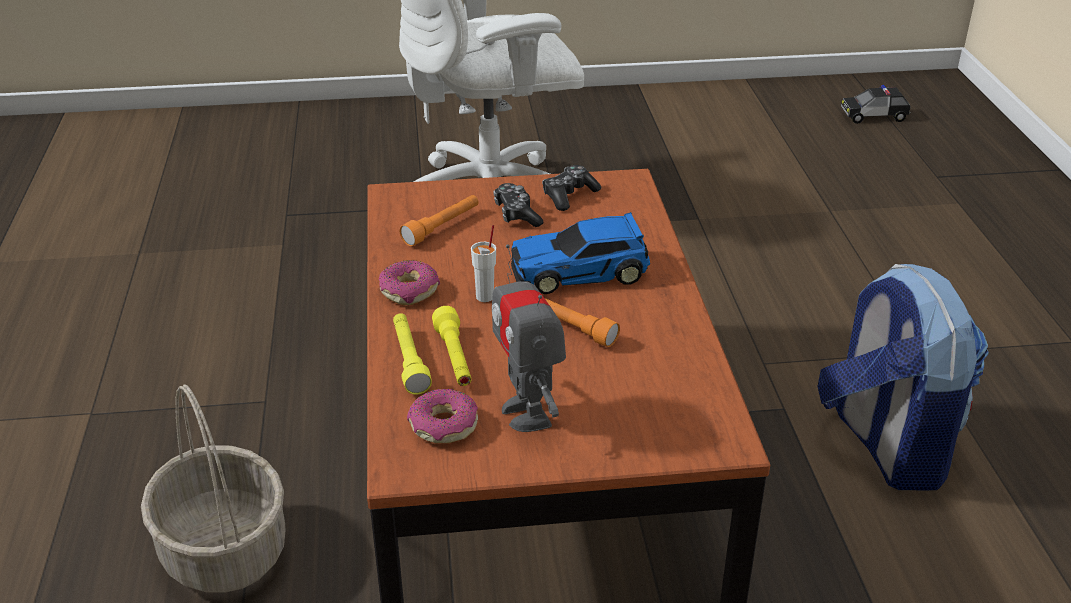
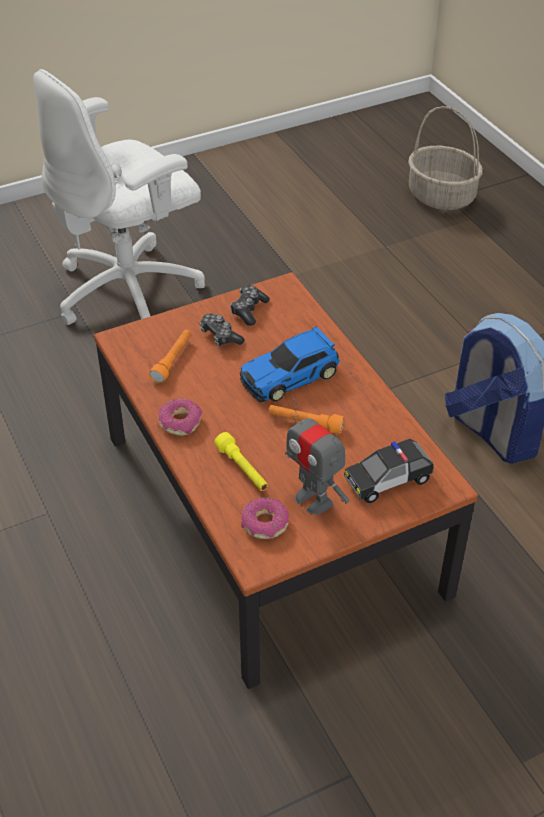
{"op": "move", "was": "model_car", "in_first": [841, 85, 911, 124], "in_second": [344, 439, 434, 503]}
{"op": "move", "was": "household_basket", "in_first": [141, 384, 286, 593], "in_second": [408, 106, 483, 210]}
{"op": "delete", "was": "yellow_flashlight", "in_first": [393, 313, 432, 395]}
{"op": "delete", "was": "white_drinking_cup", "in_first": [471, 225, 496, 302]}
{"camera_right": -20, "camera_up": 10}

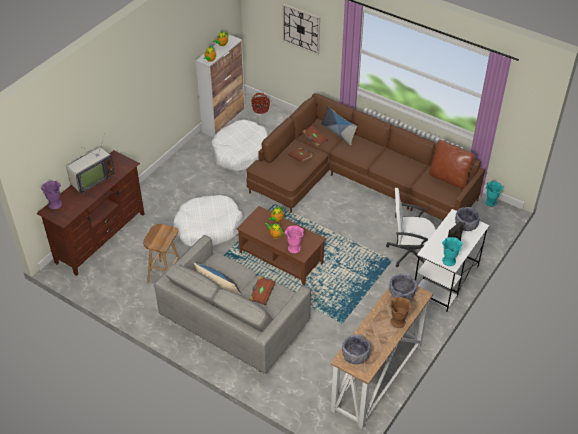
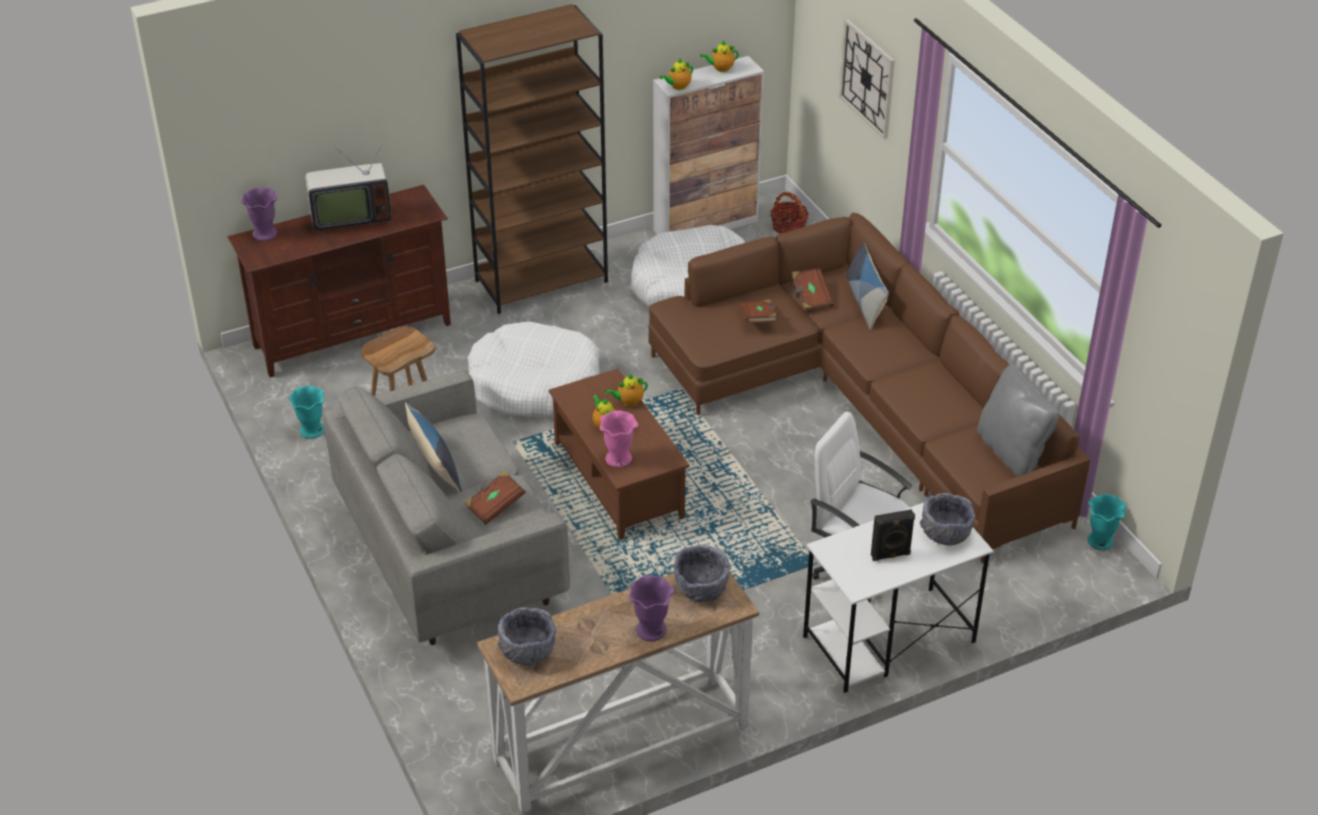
{"op": "move", "was": "blue-green_vase", "in_first": [442, 237, 463, 266], "in_second": [288, 386, 324, 439]}
{"op": "insert", "now": "brownish_bookcase", "in_second": [456, 4, 608, 314]}
{"op": "recolor", "was": "brownish_vase", "now": "purple_vase", "in_first": [389, 297, 412, 328], "in_second": [629, 575, 675, 642]}
{"op": "recolor", "was": "brownish_throw_pillow", "now": "grey_throw_pillow", "in_first": [429, 140, 475, 189], "in_second": [977, 364, 1060, 476]}
{"camera_right": 30, "camera_up": -5}

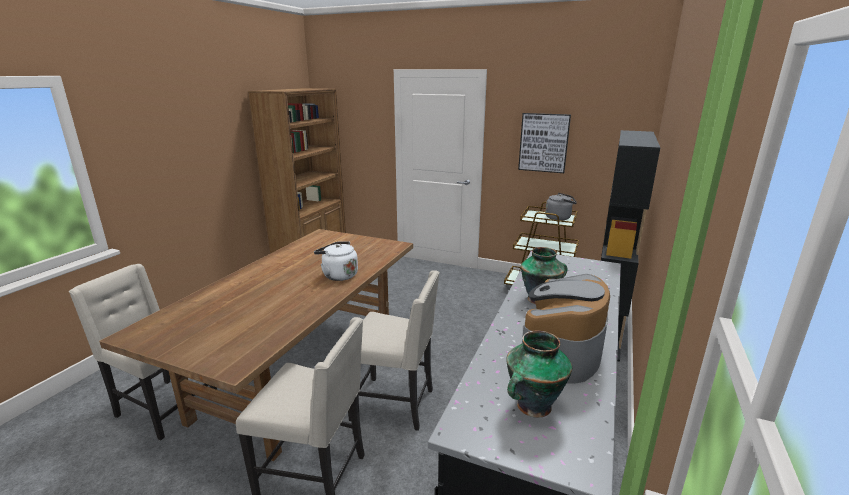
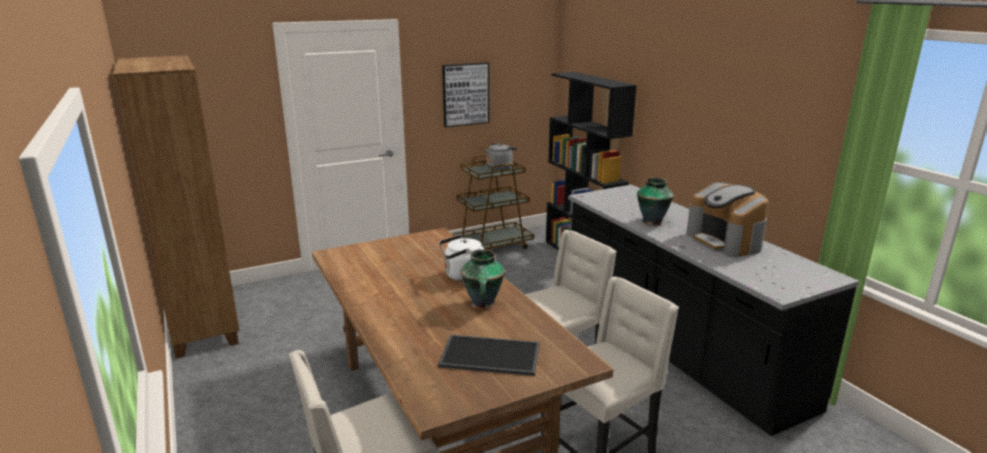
{"op": "insert", "now": "serving_tray", "in_second": [438, 335, 540, 376]}
{"op": "move", "was": "vase", "in_first": [506, 331, 572, 418], "in_second": [461, 249, 505, 309]}
{"camera_right": -50, "camera_up": 0}

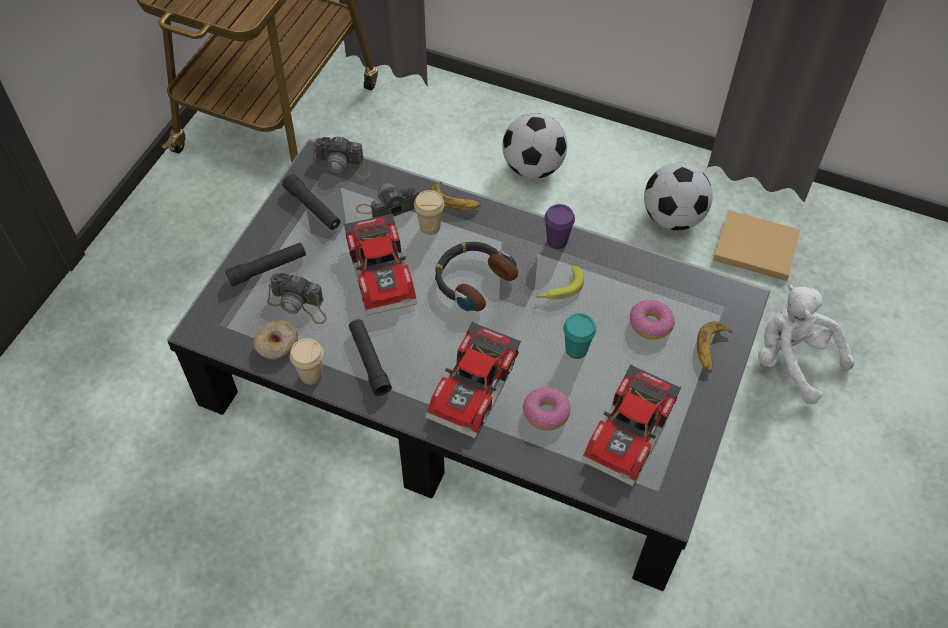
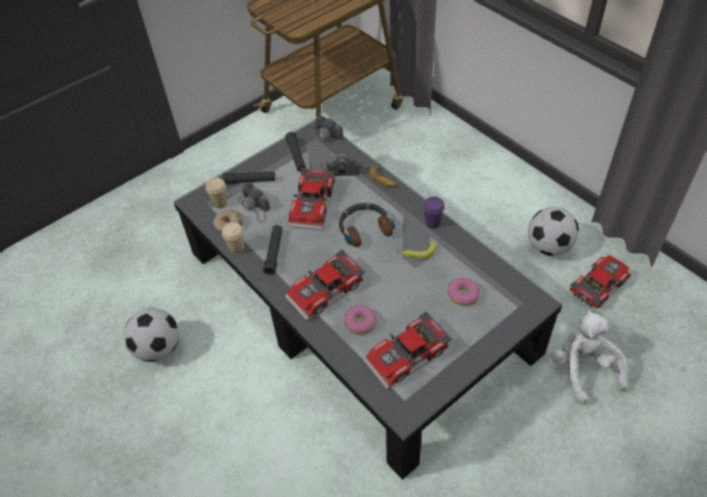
{"op": "move", "was": "ball_for_football", "in_first": [502, 113, 567, 179], "in_second": [124, 308, 179, 362]}
{"op": "move", "was": "beige-coloured_drinking_cup", "in_first": [414, 190, 444, 235], "in_second": [206, 177, 227, 208]}
{"op": "replace", "was": "beige-coloured_volume", "now": "model_car", "in_first": [713, 210, 800, 281], "in_second": [570, 255, 632, 308]}
{"op": "delete", "was": "blue-green_drinking_cup", "in_first": [563, 313, 596, 359]}
{"op": "delete", "was": "banana", "in_first": [697, 321, 732, 373]}
{"camera_right": 30, "camera_up": -5}

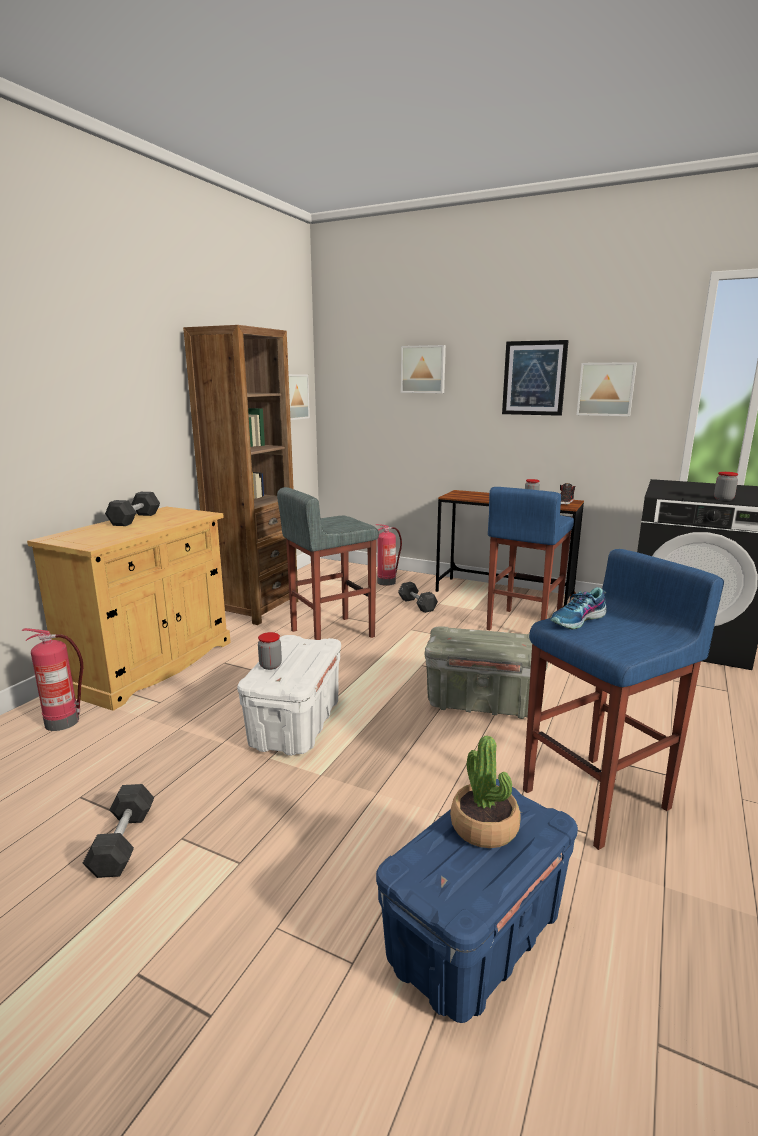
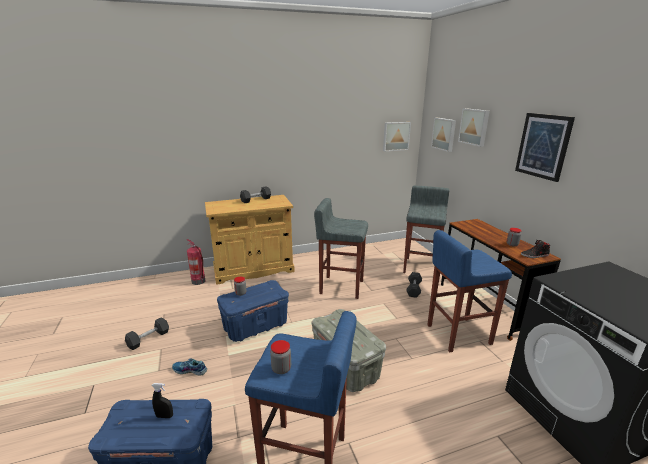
{"op": "replace", "was": "plant_in_a_pot", "now": "black-coloured_spray_bottle", "in_first": [450, 735, 521, 848], "in_second": [151, 383, 173, 418]}
{"op": "move", "was": "low_shoe", "in_first": [550, 587, 606, 629], "in_second": [172, 358, 207, 376]}
{"op": "recolor", "was": "white_storage_container", "now": "blue-coloured_storage_container", "in_first": [237, 635, 341, 756], "in_second": [217, 280, 289, 342]}
{"op": "move", "was": "jar", "in_first": [714, 472, 738, 501], "in_second": [270, 340, 291, 374]}
{"op": "replace", "was": "fire-fighting_cylinder", "now": "grey_stool", "in_first": [376, 524, 402, 586], "in_second": [403, 186, 449, 273]}
{"op": "move", "was": "picture", "in_first": [577, 362, 637, 416], "in_second": [431, 118, 456, 152]}
{"op": "delete", "was": "brownish_bookcase", "in_first": [183, 325, 298, 625]}
{"camera_right": 45, "camera_up": 5}

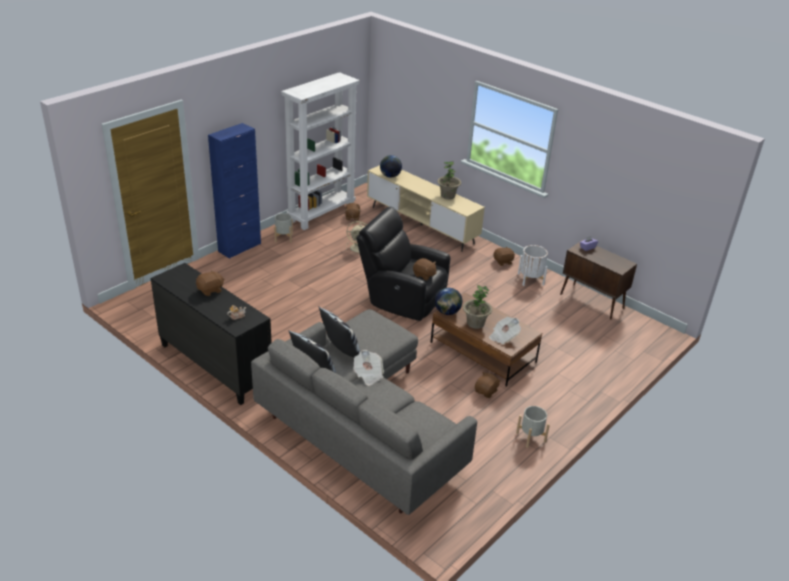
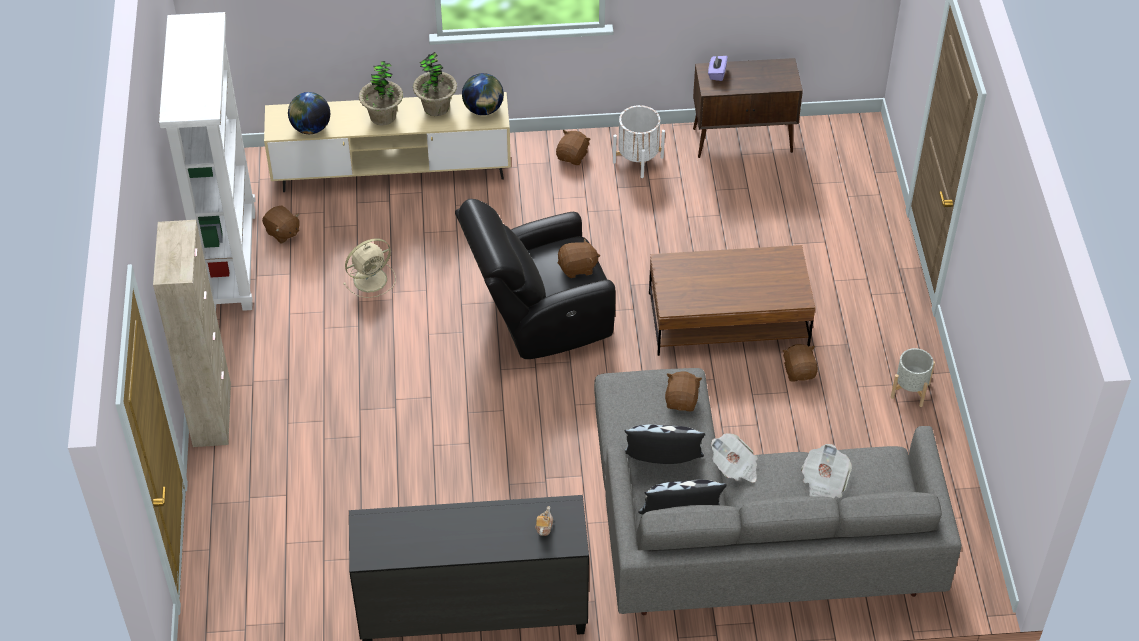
{"op": "recolor", "was": "blue-coloured_cupboard", "now": "beige-coloured_cupboard", "in_first": [208, 123, 261, 259], "in_second": [153, 220, 231, 447]}
{"op": "move", "was": "plant_in_a_pot", "in_first": [463, 285, 492, 329], "in_second": [359, 61, 403, 126]}
{"op": "move", "was": "globe", "in_first": [435, 288, 462, 315], "in_second": [462, 73, 504, 115]}
{"op": "move", "was": "brownish_soft_toy", "in_first": [196, 270, 224, 296], "in_second": [665, 371, 702, 412]}
{"op": "move", "was": "newspaper", "in_first": [489, 317, 521, 344], "in_second": [801, 444, 852, 498]}
{"op": "delete", "was": "grey_flower_pot", "in_first": [274, 213, 293, 243]}
{"camera_right": -45, "camera_up": 15}

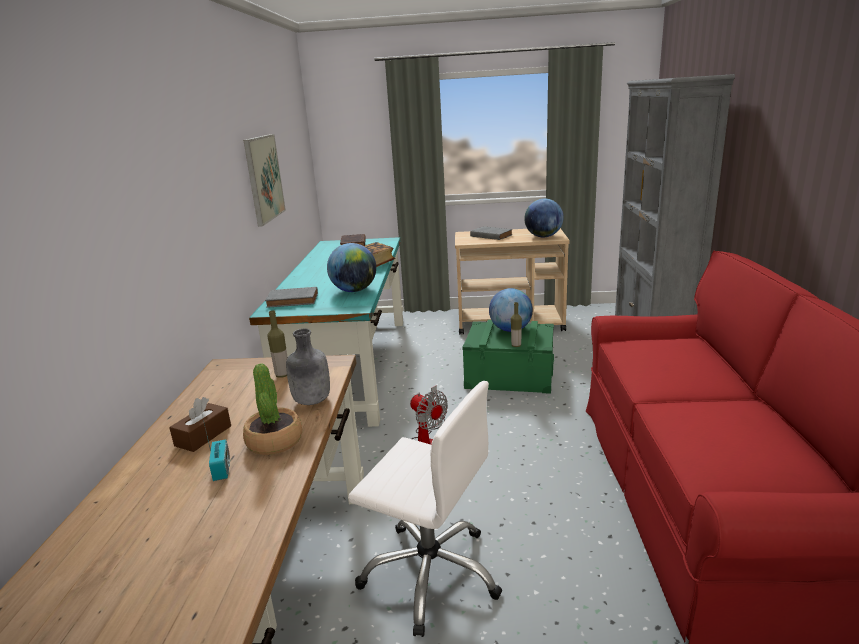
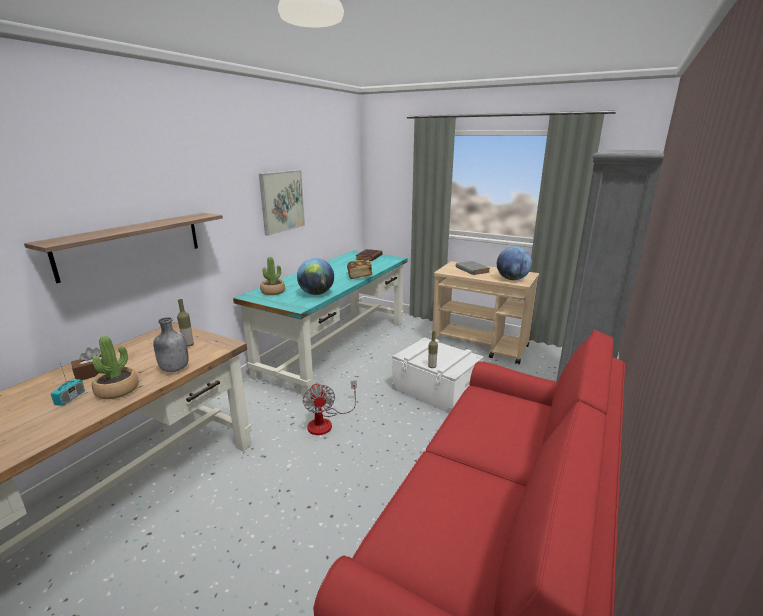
{"op": "insert", "now": "shelf", "in_second": [24, 213, 223, 283]}
{"op": "replace", "was": "grey_volume", "now": "plant_in_a_pot", "in_first": [265, 287, 318, 308], "in_second": [260, 257, 285, 295]}
{"op": "recolor", "was": "green_storage_container", "now": "white_storage_container", "in_first": [462, 320, 554, 394], "in_second": [392, 337, 484, 413]}
{"op": "delete", "was": "white_computer_chair", "in_first": [348, 381, 502, 637]}
{"op": "delete", "was": "globe", "in_first": [489, 288, 533, 332]}
{"camera_right": 25, "camera_up": 0}

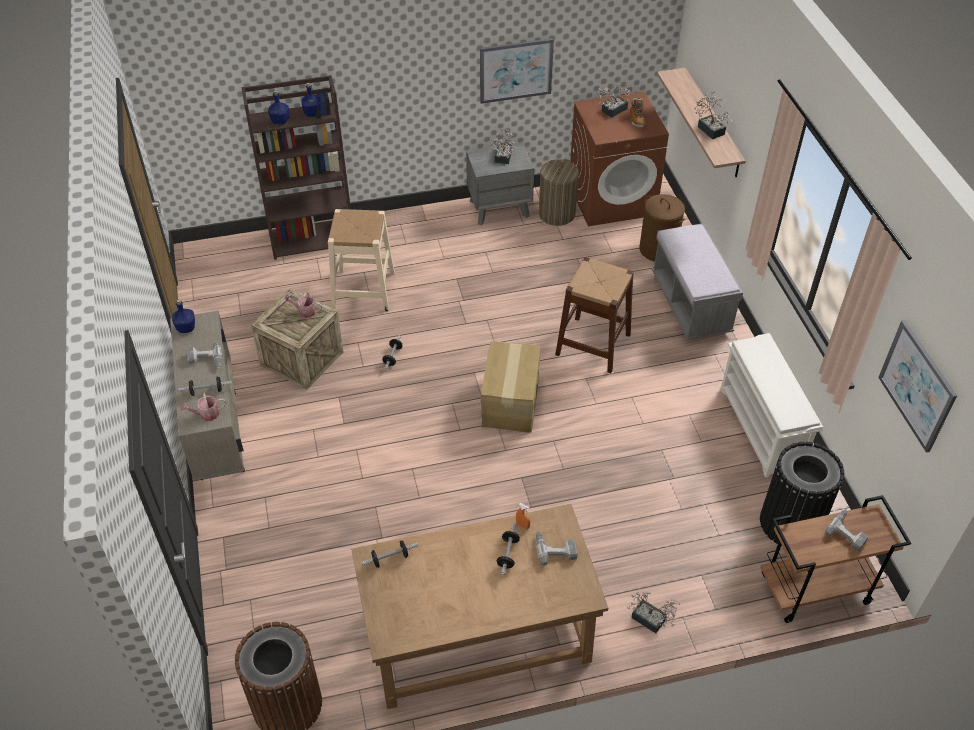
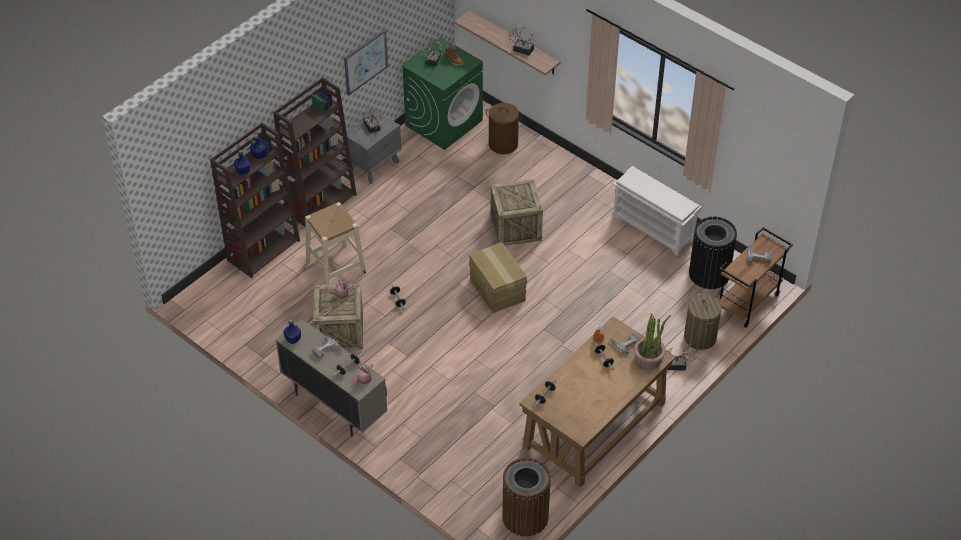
{"op": "insert", "now": "brownish_bookcase", "in_second": [273, 77, 357, 227]}
{"op": "recolor", "was": "brownish_laundry_machine", "now": "green_laundry_machine", "in_first": [570, 91, 669, 226], "in_second": [401, 37, 483, 150]}
{"op": "replace", "was": "brownish_stool", "now": "packing_crate", "in_first": [555, 257, 634, 373], "in_second": [491, 179, 543, 246]}
{"op": "insert", "now": "plant_in_a_pot", "in_second": [634, 313, 671, 369]}
{"op": "move", "was": "laundry_basket", "in_first": [539, 159, 579, 226], "in_second": [684, 293, 722, 350]}
{"op": "delete", "was": "grey_bench", "in_first": [652, 223, 743, 340]}
{"op": "delete", "was": "picture", "in_first": [878, 320, 957, 453]}
{"camera_right": -35, "camera_up": 0}

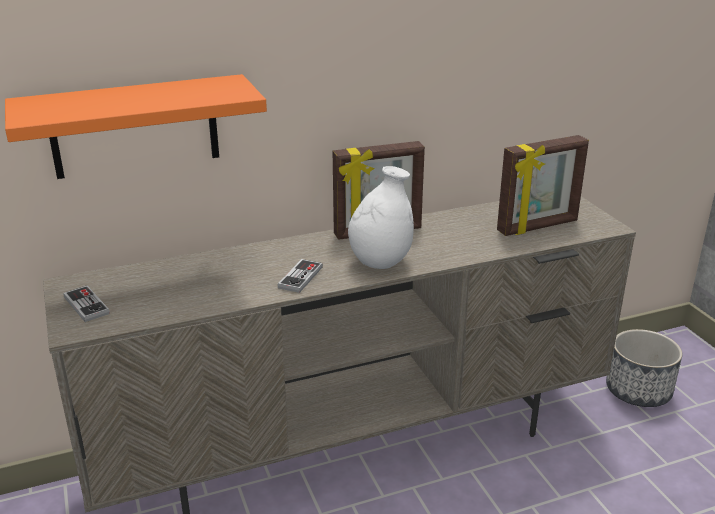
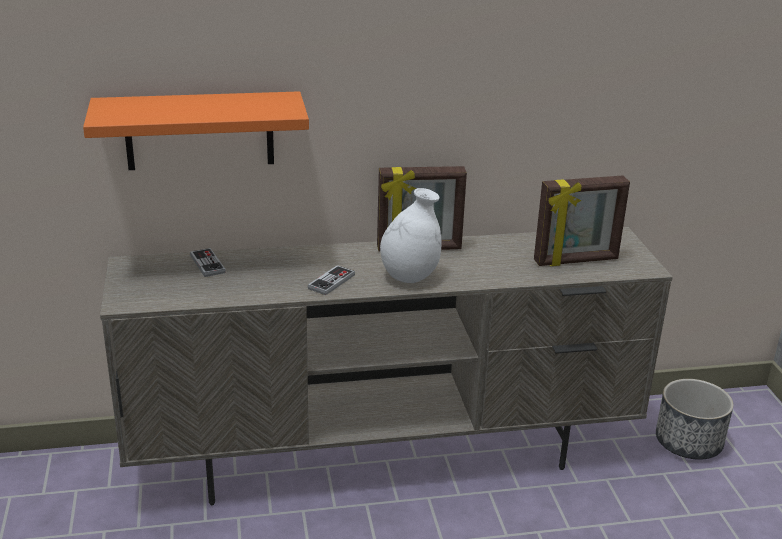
{"op": "move", "was": "joypad", "in_first": [63, 285, 110, 322], "in_second": [190, 248, 226, 277]}
{"camera_right": 10, "camera_up": 0}

